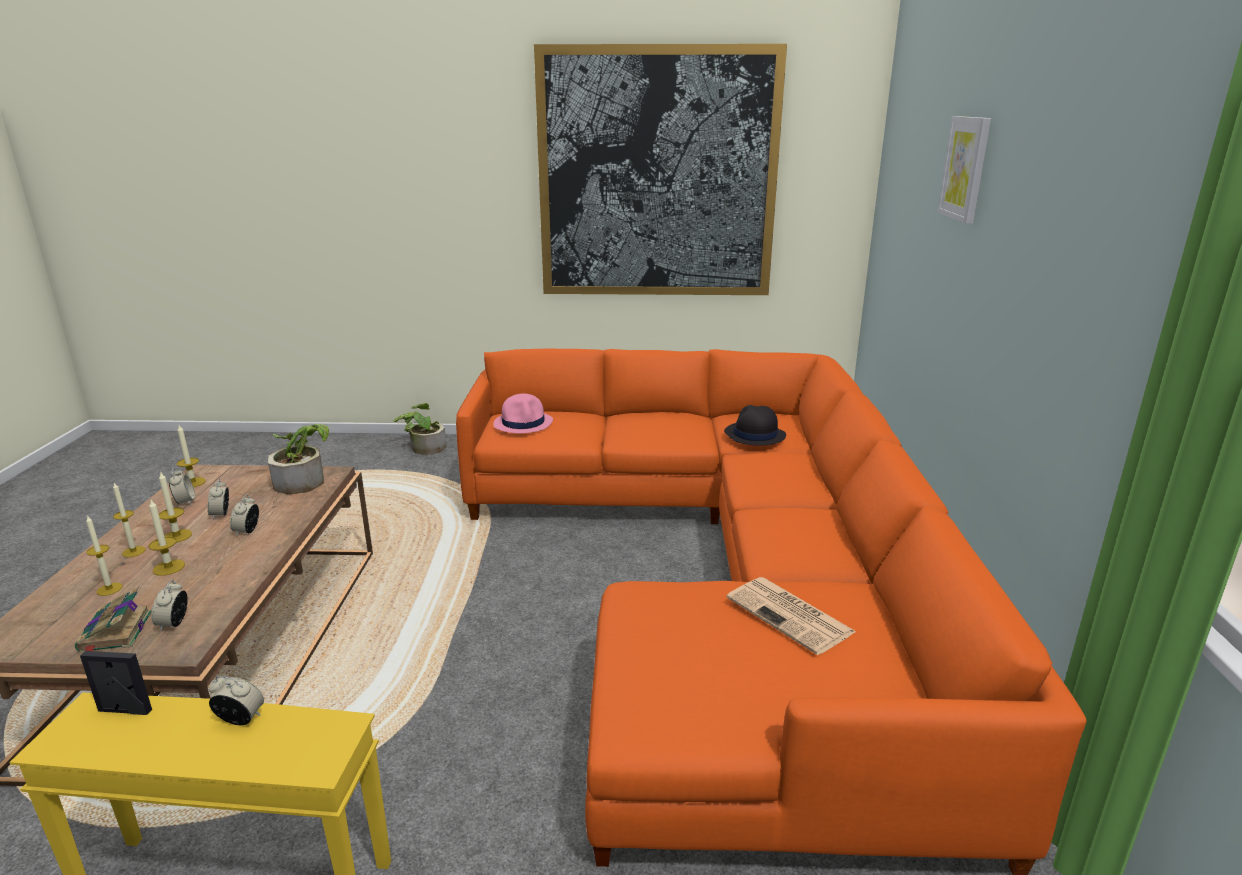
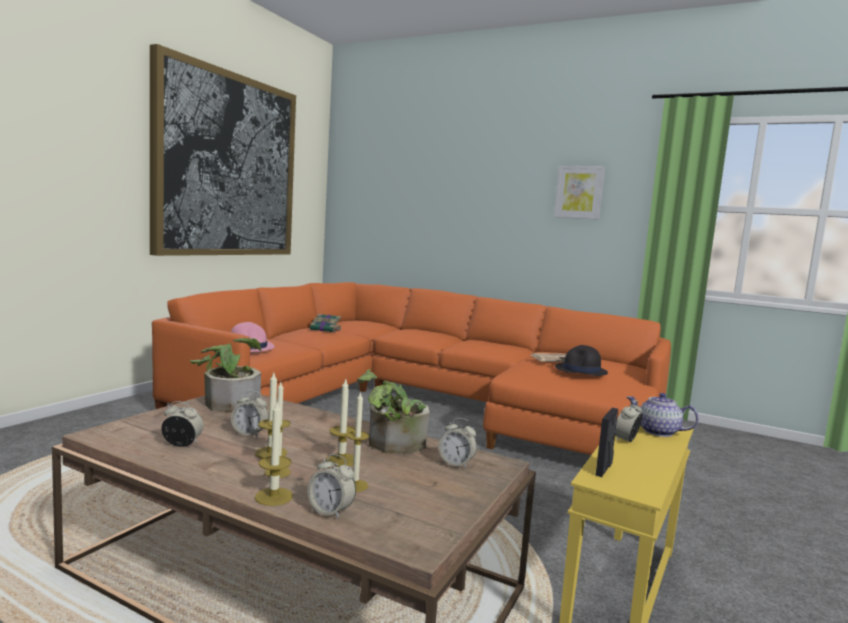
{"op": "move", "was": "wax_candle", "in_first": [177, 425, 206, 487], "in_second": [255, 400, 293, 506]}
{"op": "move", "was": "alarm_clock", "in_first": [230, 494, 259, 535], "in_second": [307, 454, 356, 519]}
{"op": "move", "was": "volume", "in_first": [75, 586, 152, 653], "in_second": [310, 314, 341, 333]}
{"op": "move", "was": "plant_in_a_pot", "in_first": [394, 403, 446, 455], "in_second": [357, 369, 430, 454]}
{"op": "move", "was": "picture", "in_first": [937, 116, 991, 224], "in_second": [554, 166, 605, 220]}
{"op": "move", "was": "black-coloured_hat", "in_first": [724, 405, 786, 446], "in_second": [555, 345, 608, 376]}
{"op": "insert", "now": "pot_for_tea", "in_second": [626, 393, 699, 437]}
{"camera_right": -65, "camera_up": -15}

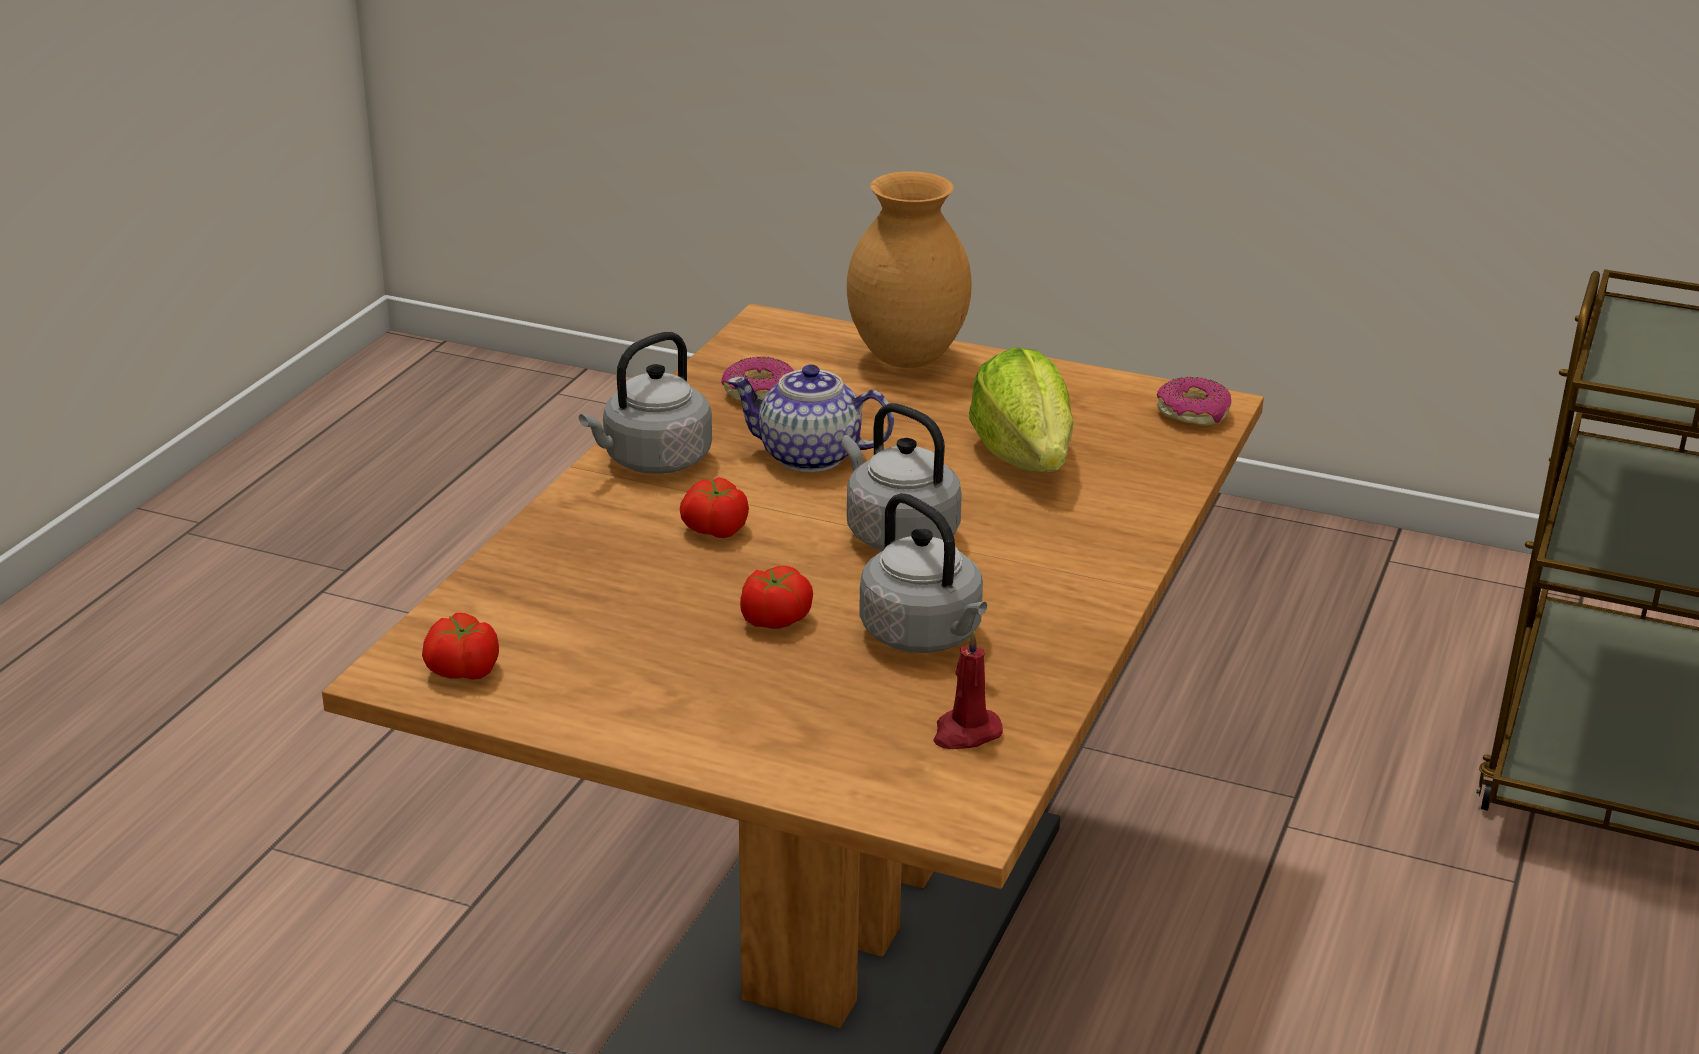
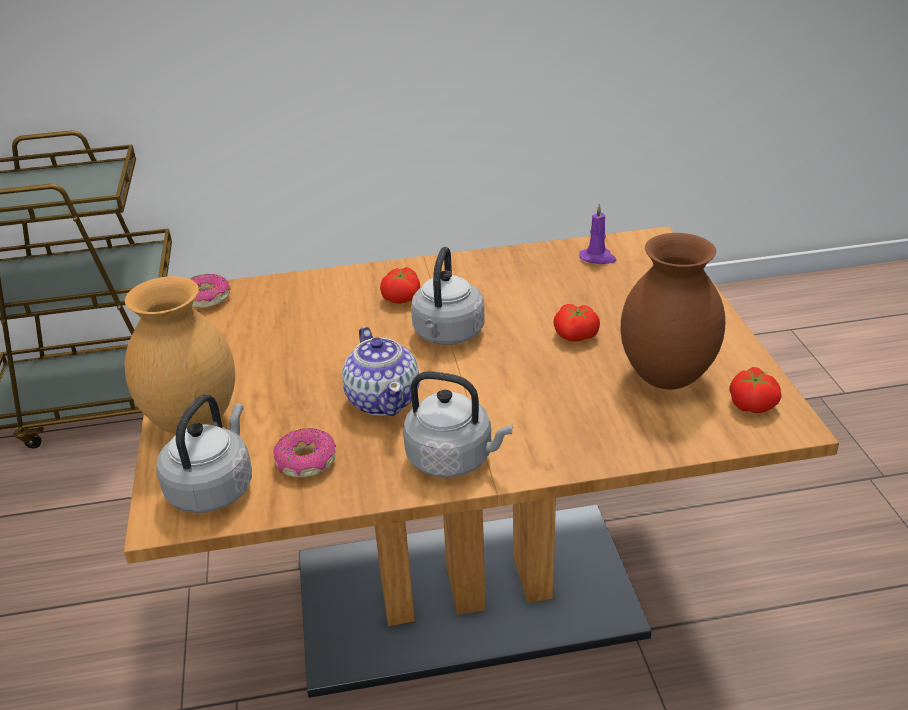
{"op": "move", "was": "grey_water_kettle", "in_first": [859, 493, 987, 653], "in_second": [156, 395, 252, 513]}
{"op": "move", "was": "whole_tomato", "in_first": [680, 477, 749, 538], "in_second": [380, 267, 420, 304]}
{"op": "recolor", "was": "red_wax_candle", "now": "purple_wax_candle", "in_first": [933, 629, 1003, 749], "in_second": [579, 203, 617, 264]}
{"op": "insert", "now": "brownish_vase", "in_second": [621, 233, 725, 390]}
{"op": "delete", "was": "lettuce_head", "in_first": [969, 347, 1074, 472]}
{"camera_right": -120, "camera_up": 5}

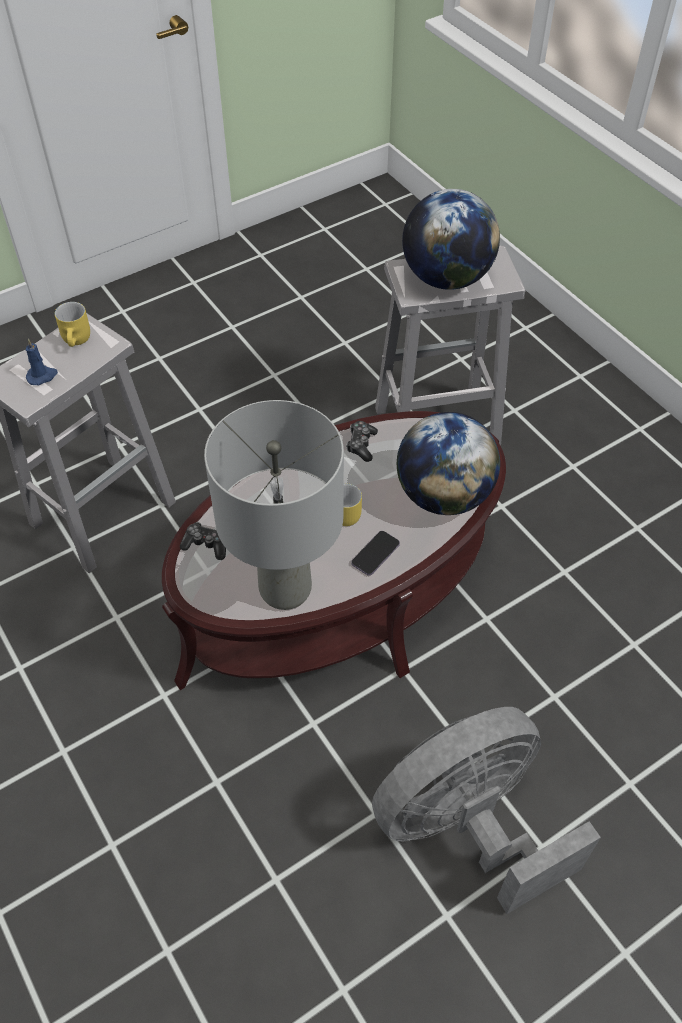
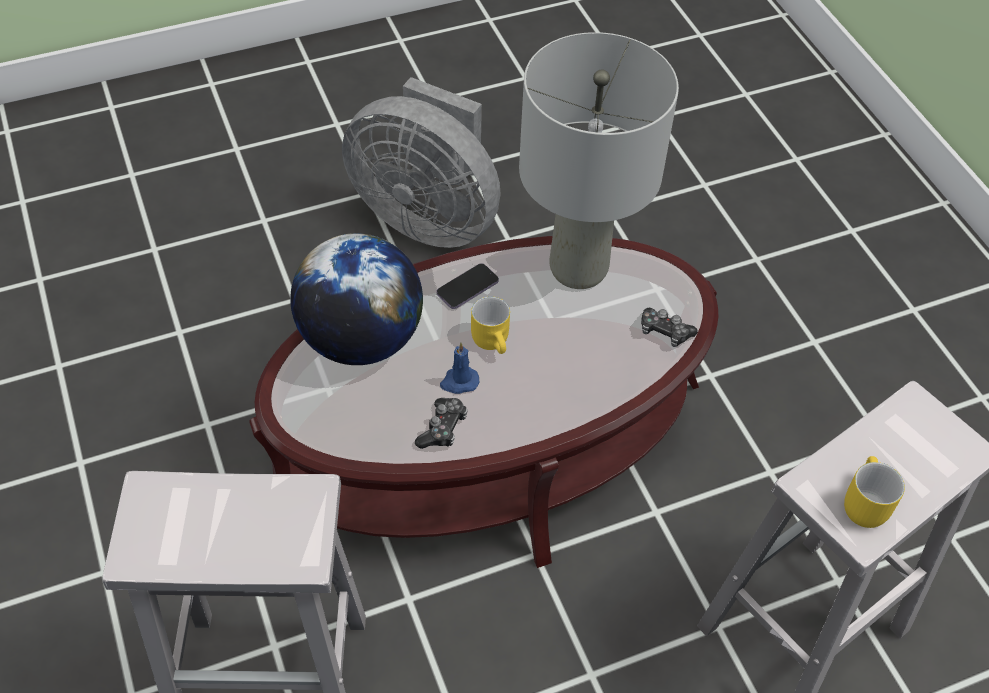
{"op": "rotate", "was": "grey_fan", "in_first": [372, 707, 601, 914], "in_second": [342, 77, 500, 248], "clockwise": 45}
{"op": "move", "was": "blue-coloured_wax_candle", "in_first": [26, 339, 58, 385], "in_second": [440, 343, 479, 394]}
{"op": "delete", "was": "globe", "in_first": [402, 189, 500, 290]}
{"camera_right": -170, "camera_up": 0}

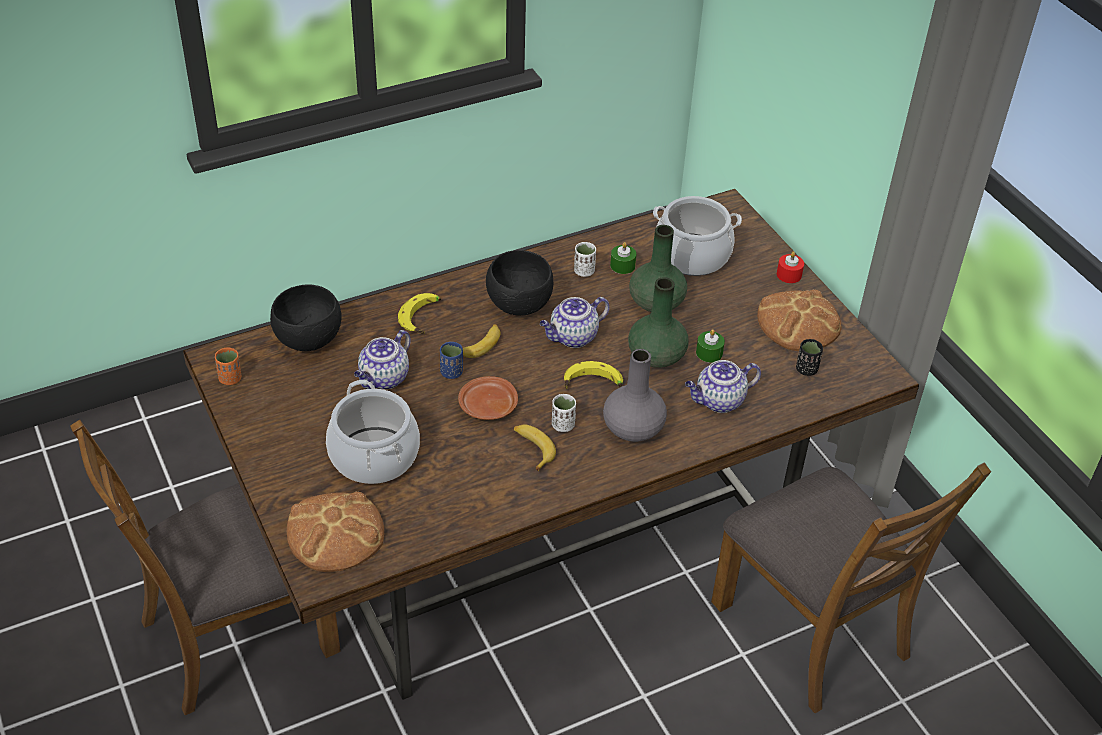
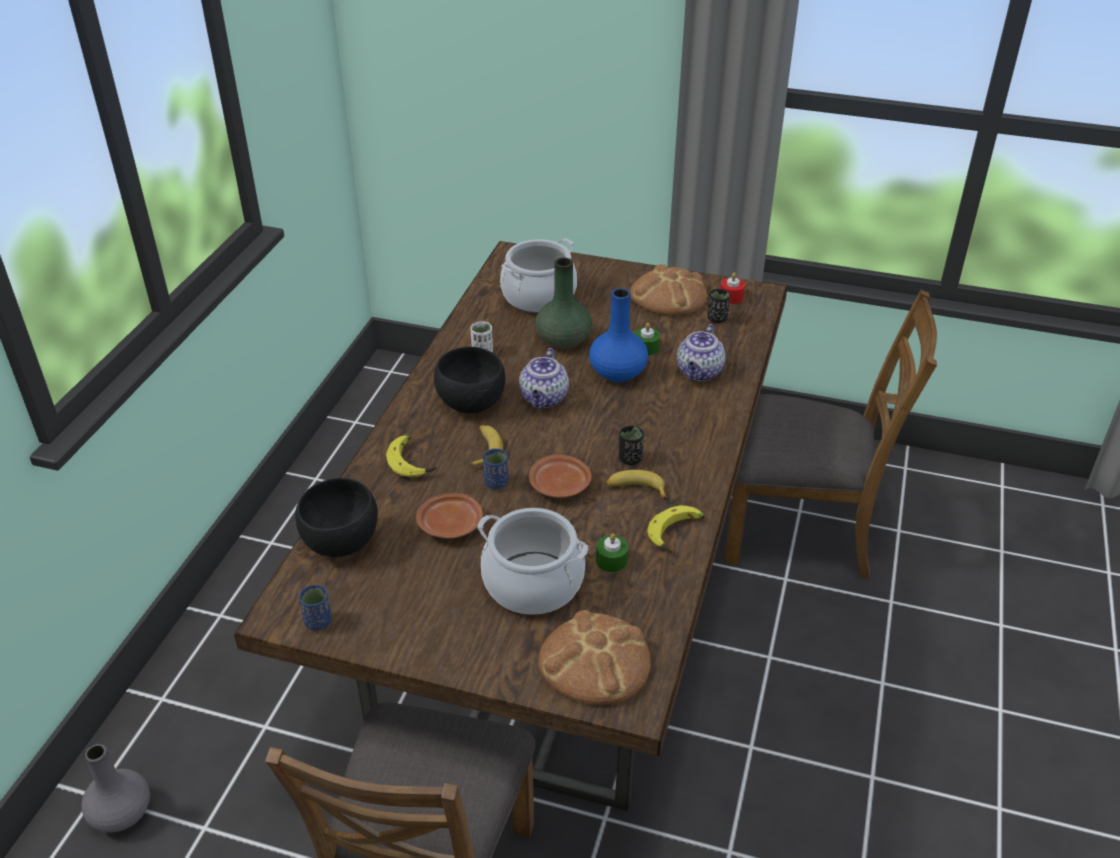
{"op": "move", "was": "grey_vase", "in_first": [603, 349, 667, 442], "in_second": [81, 744, 150, 833]}
{"op": "recolor", "was": "orangey_drinking_cup", "now": "blue-coloured_drinking_cup", "in_first": [215, 347, 241, 385], "in_second": [299, 585, 332, 631]}
{"op": "replace", "was": "pot_for_tea", "now": "brownish_flat_dish", "in_first": [354, 330, 411, 389], "in_second": [416, 493, 483, 539]}
{"op": "recolor", "was": "green_vase", "now": "blue-coloured_vase", "in_first": [628, 277, 689, 368], "in_second": [589, 288, 648, 382]}
{"op": "move", "was": "green_wax_candle", "in_first": [610, 242, 636, 274], "in_second": [596, 533, 628, 573]}
{"op": "recolor", "was": "white_drinking_cup", "now": "black-coloured_drinking_cup", "in_first": [552, 394, 576, 432], "in_second": [619, 426, 644, 465]}
{"op": "move", "was": "banana", "in_first": [564, 361, 623, 390], "in_second": [647, 505, 704, 553]}
{"op": "move", "was": "red_wax_candle", "in_first": [777, 251, 804, 283], "in_second": [720, 272, 745, 304]}
{"camera_right": -45, "camera_up": -5}

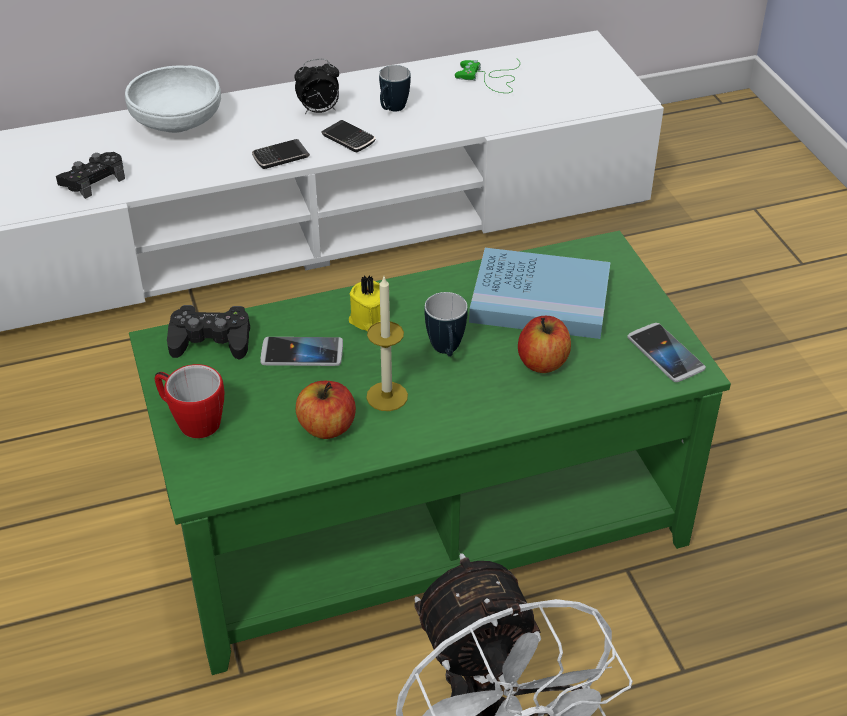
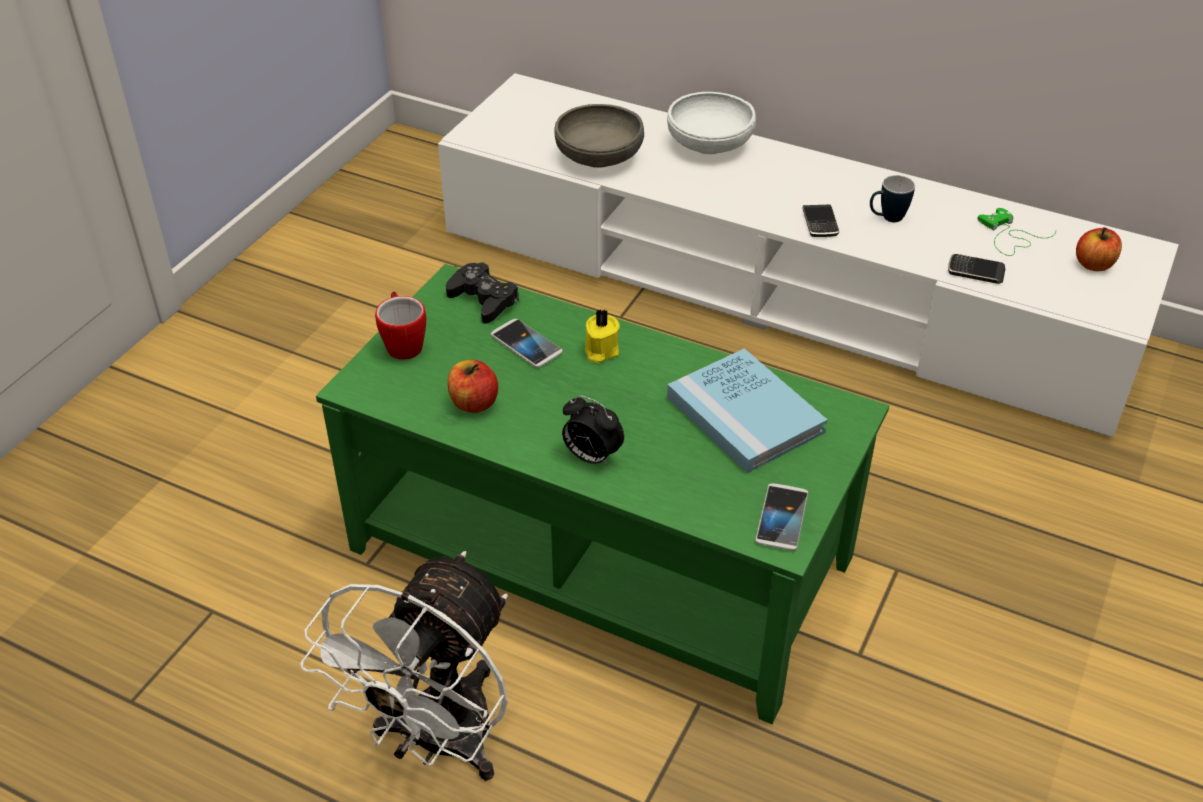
{"op": "replace", "was": "black-coloured_joypad", "now": "grey_bowl", "in_first": [56, 152, 125, 199], "in_second": [554, 104, 644, 168]}
{"op": "move", "was": "alarm_clock", "in_first": [294, 59, 339, 114], "in_second": [562, 395, 624, 467]}
{"op": "move", "was": "telephone", "in_first": [252, 139, 310, 169], "in_second": [948, 254, 1005, 284]}
{"op": "move", "was": "apple_fruit", "in_first": [518, 316, 571, 373], "in_second": [1076, 227, 1122, 271]}
{"op": "delete", "was": "wax_candle", "in_first": [366, 277, 408, 411]}
{"op": "delete", "was": "tea_mug", "in_first": [424, 292, 468, 357]}
{"camera_right": 45, "camera_up": 0}

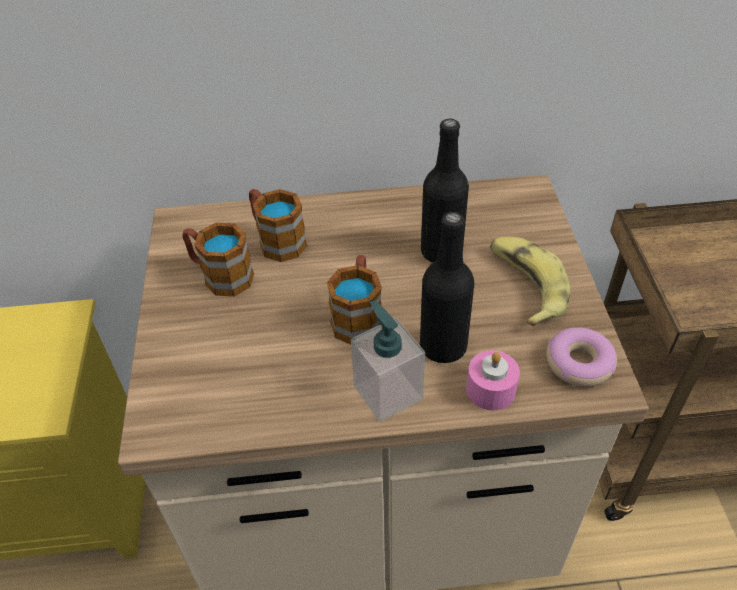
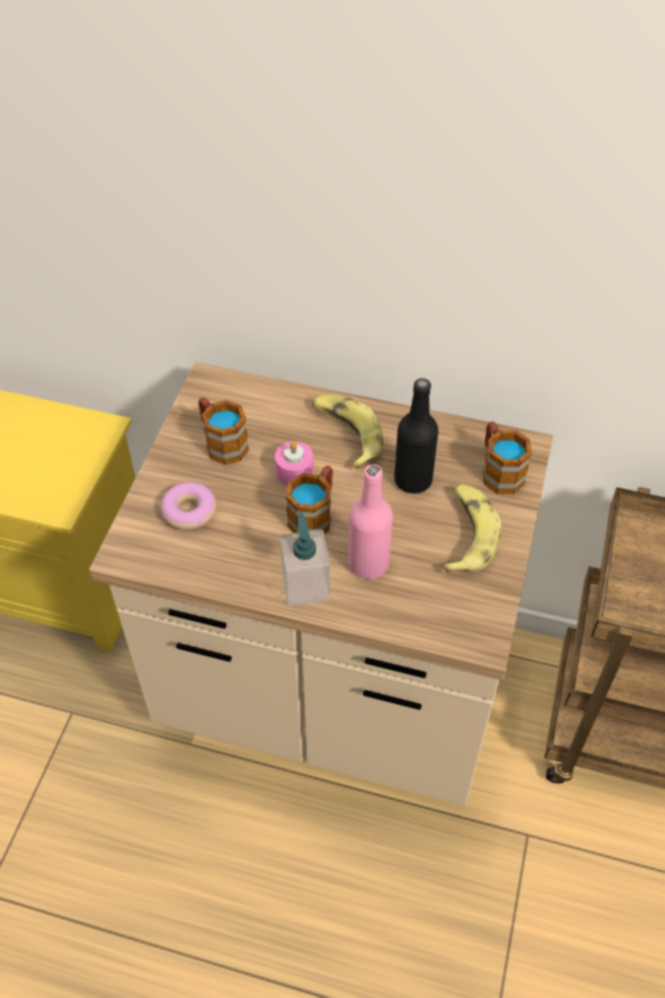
{"op": "move", "was": "doughnut", "in_first": [546, 327, 617, 387], "in_second": [161, 482, 216, 530]}
{"op": "move", "was": "pink_wax_candle", "in_first": [466, 350, 520, 410], "in_second": [275, 441, 314, 485]}
{"op": "insert", "now": "banana", "in_second": [312, 394, 383, 469]}
{"op": "recolor", "was": "black-coloured_beverage_bottle", "now": "pink_beverage_bottle", "in_first": [420, 212, 475, 363], "in_second": [349, 464, 393, 579]}
{"op": "move", "was": "tea_mug", "in_first": [249, 189, 307, 262], "in_second": [483, 422, 532, 494]}
{"camera_right": 20, "camera_up": 5}

